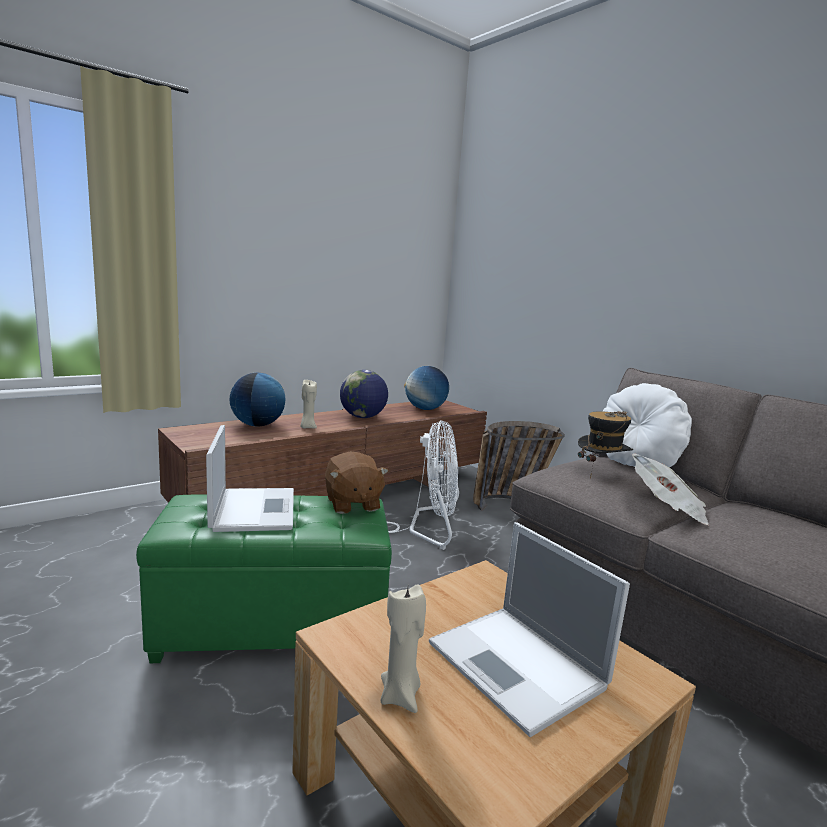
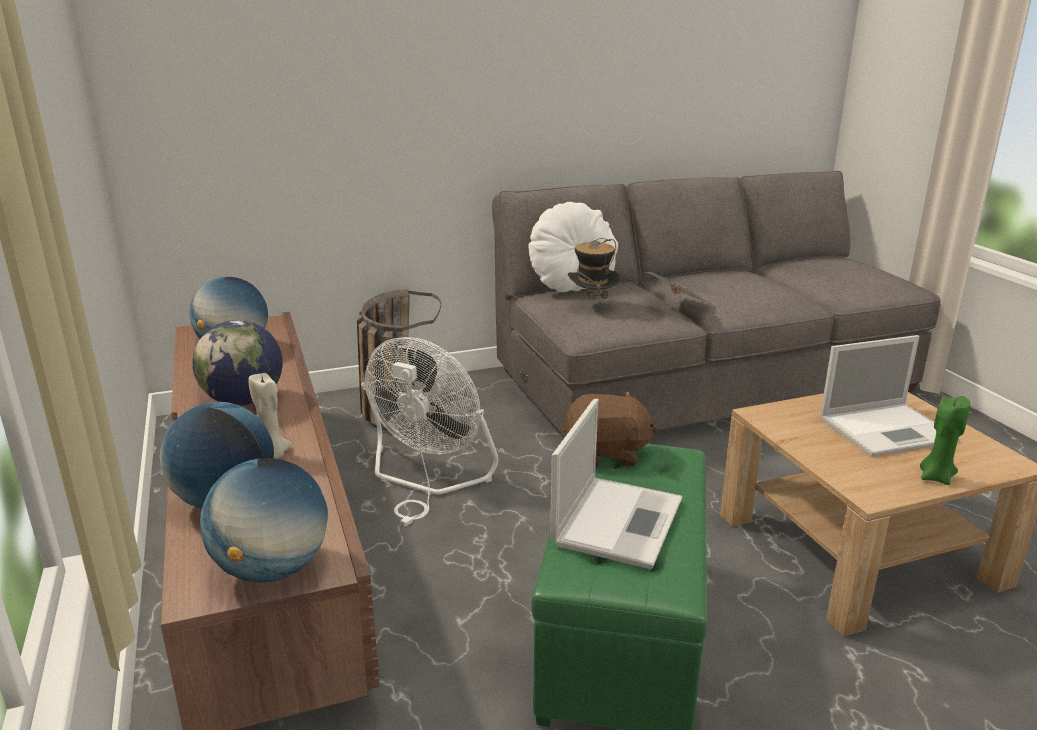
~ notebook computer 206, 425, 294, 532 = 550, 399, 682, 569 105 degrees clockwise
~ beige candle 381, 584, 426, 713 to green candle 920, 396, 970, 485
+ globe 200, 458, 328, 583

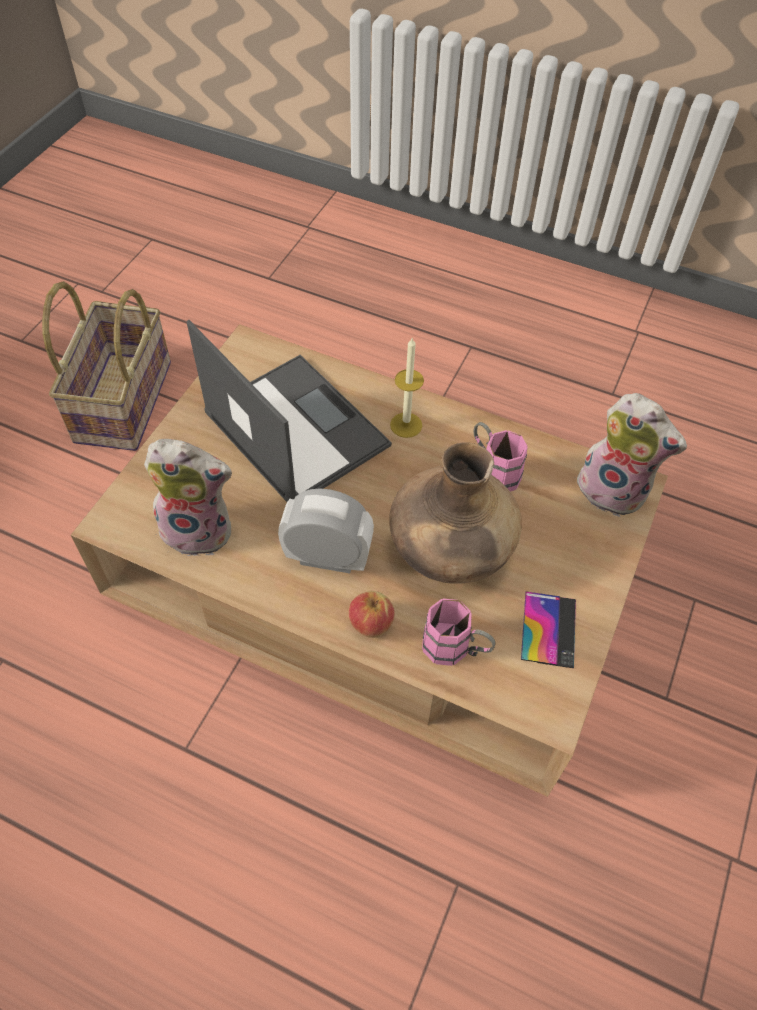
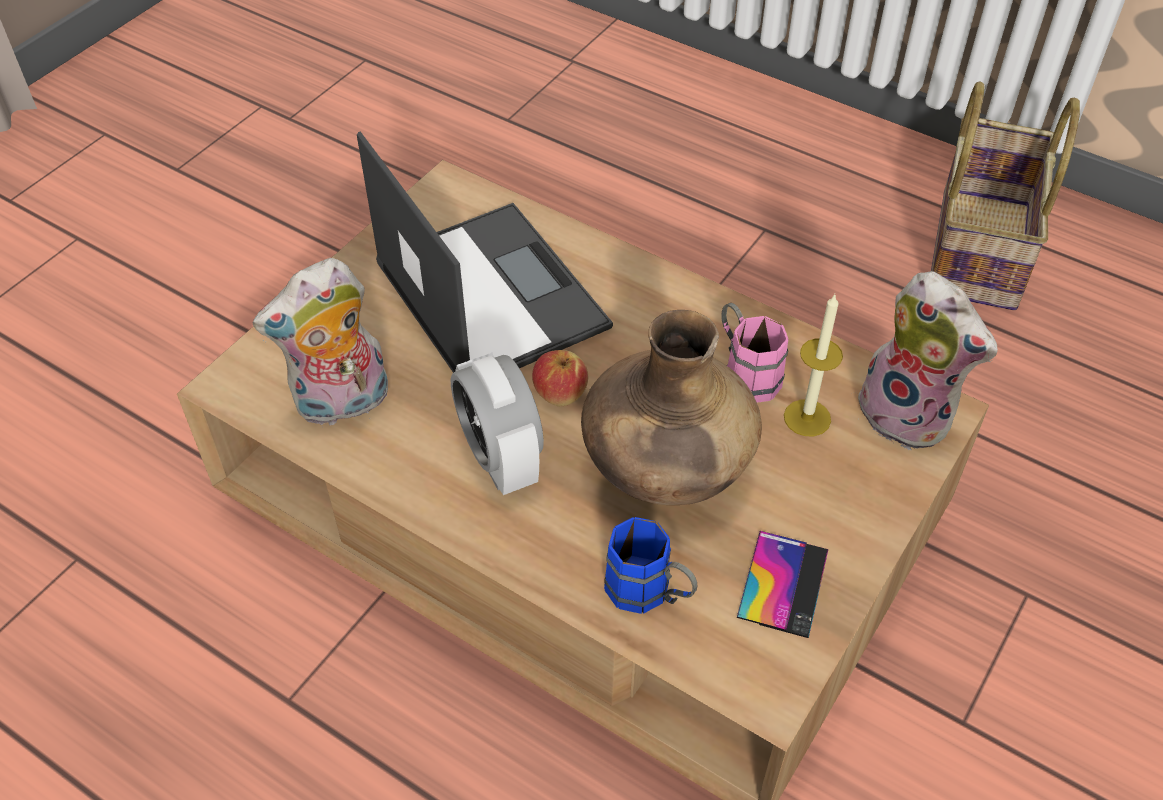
~ basket 42, 281, 171, 451 to 931, 82, 1080, 310
~ candle 390, 338, 424, 438 to 784, 295, 843, 436
~ cuddly toy 144, 439, 232, 556 = 253, 258, 388, 427 135 degrees clockwise
~ table clock 278, 488, 374, 573 = 451, 353, 544, 495 135 degrees counterclockwise
~ apple fruit 348, 591, 395, 638 to 532, 350, 588, 406
~ pink-coloured coffee mug 422, 598, 496, 666 to blue-coloured coffee mug 604, 517, 697, 614

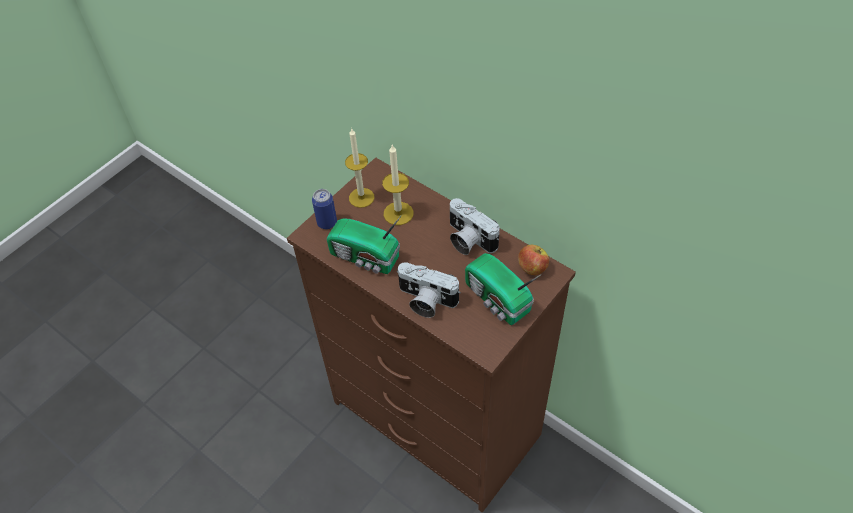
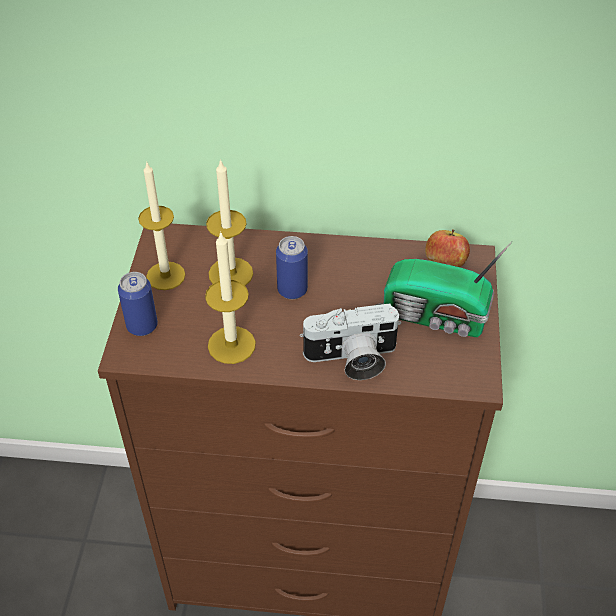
- photo camera 450, 198, 500, 255
~ radio receiver 327, 215, 402, 274 to candle 205, 231, 256, 364
+ sealed can 276, 236, 308, 299

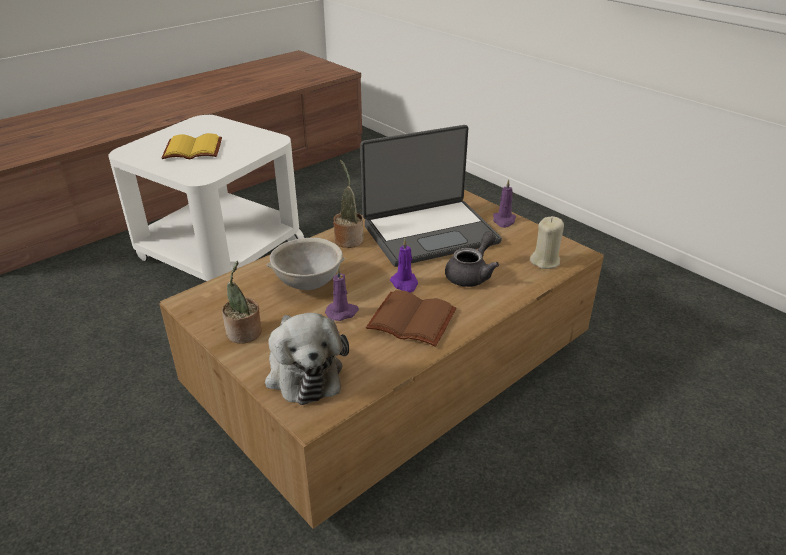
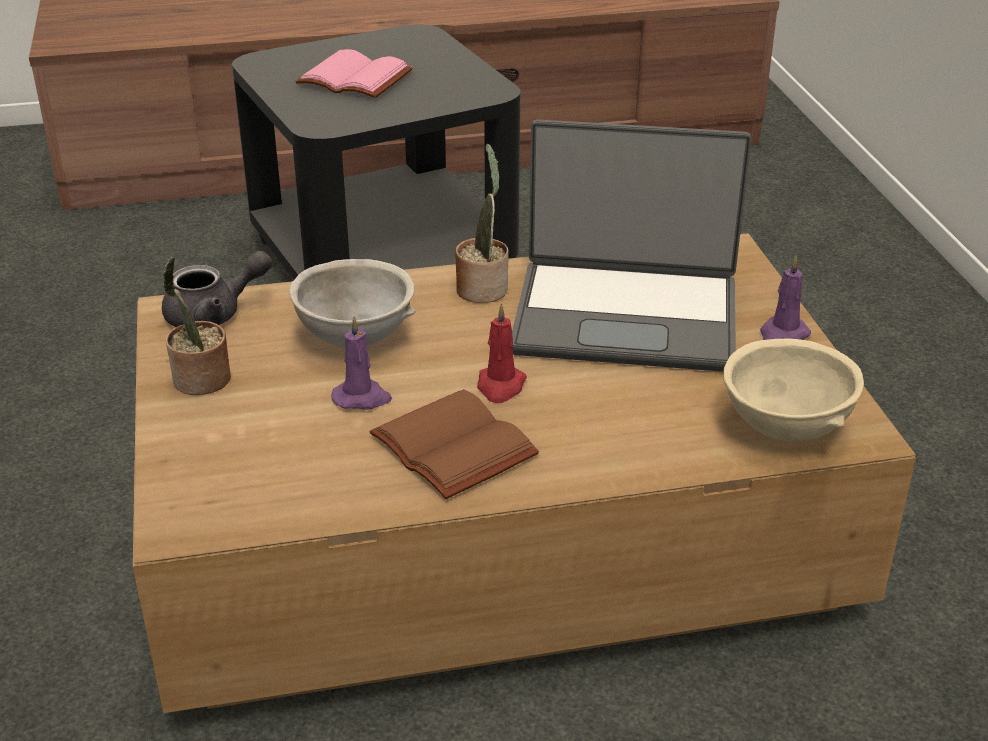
~ whitish side table 109, 115, 304, 281 to black side table 232, 25, 521, 280
~ yellowish bound book 162, 133, 222, 159 to pink-coloured bound book 295, 49, 412, 98
~ beige candle 530, 216, 564, 269 to beige serving bowl 724, 338, 864, 442
~ greyish tea pot 445, 231, 499, 287 to 162, 251, 272, 327
~ purplish candle 390, 239, 418, 293 to red-coloured candle 477, 303, 527, 403
- cuddly toy 265, 313, 349, 405

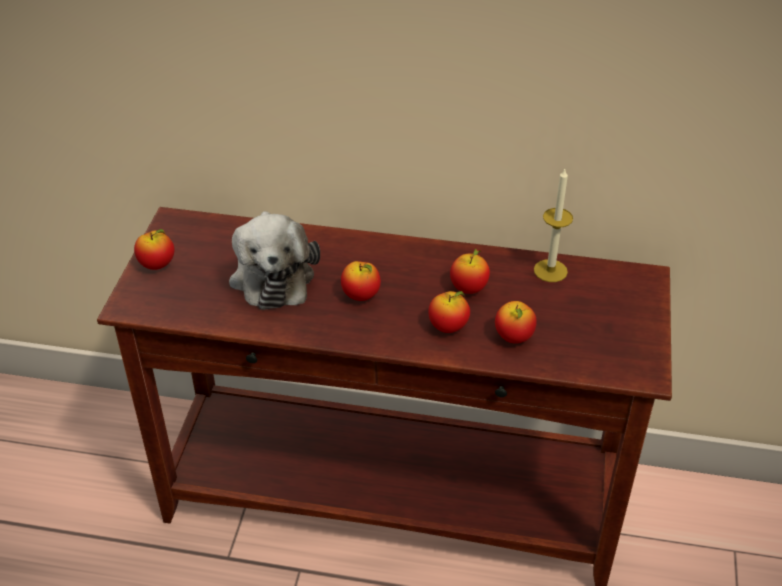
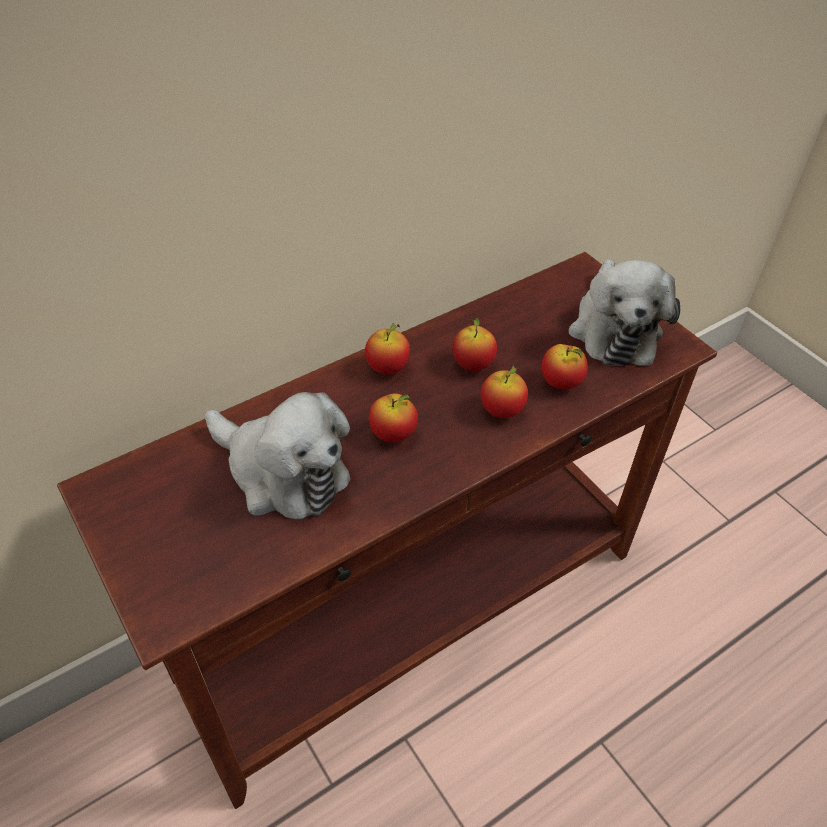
- candle 534, 169, 573, 282
~ apple fruit 134, 229, 175, 270 to 365, 323, 410, 375
+ cuddly toy 568, 259, 680, 366

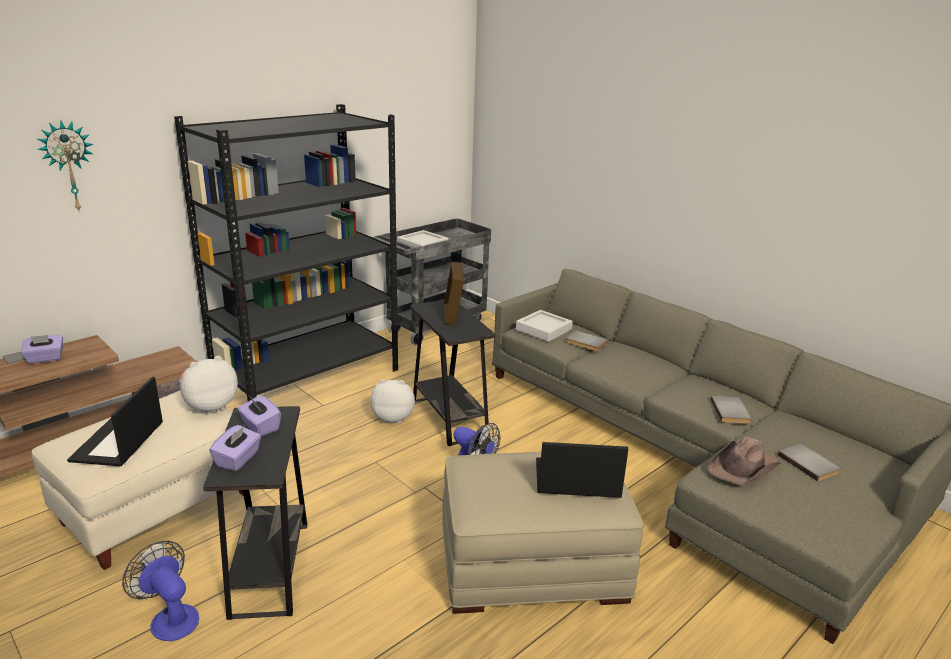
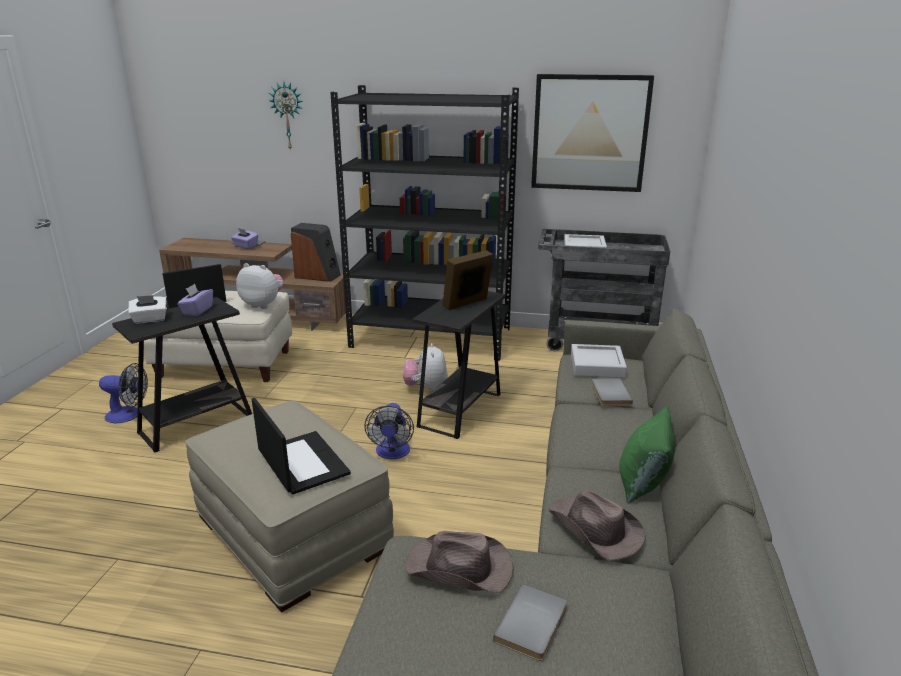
~ cuddly toy 370, 380, 415, 423 = 403, 343, 448, 392 150 degrees counterclockwise
~ greyish bound book 711, 396, 752, 424 to brownish clothing hat 549, 489, 646, 561
~ purplish tissue box 209, 425, 261, 471 to whitish tissue box 128, 295, 167, 324
~ fan 122, 541, 199, 641 = 99, 363, 148, 423 90 degrees clockwise
+ wall picture 531, 74, 654, 192
+ audio speaker 291, 223, 341, 282
+ green throw pillow 619, 405, 675, 503

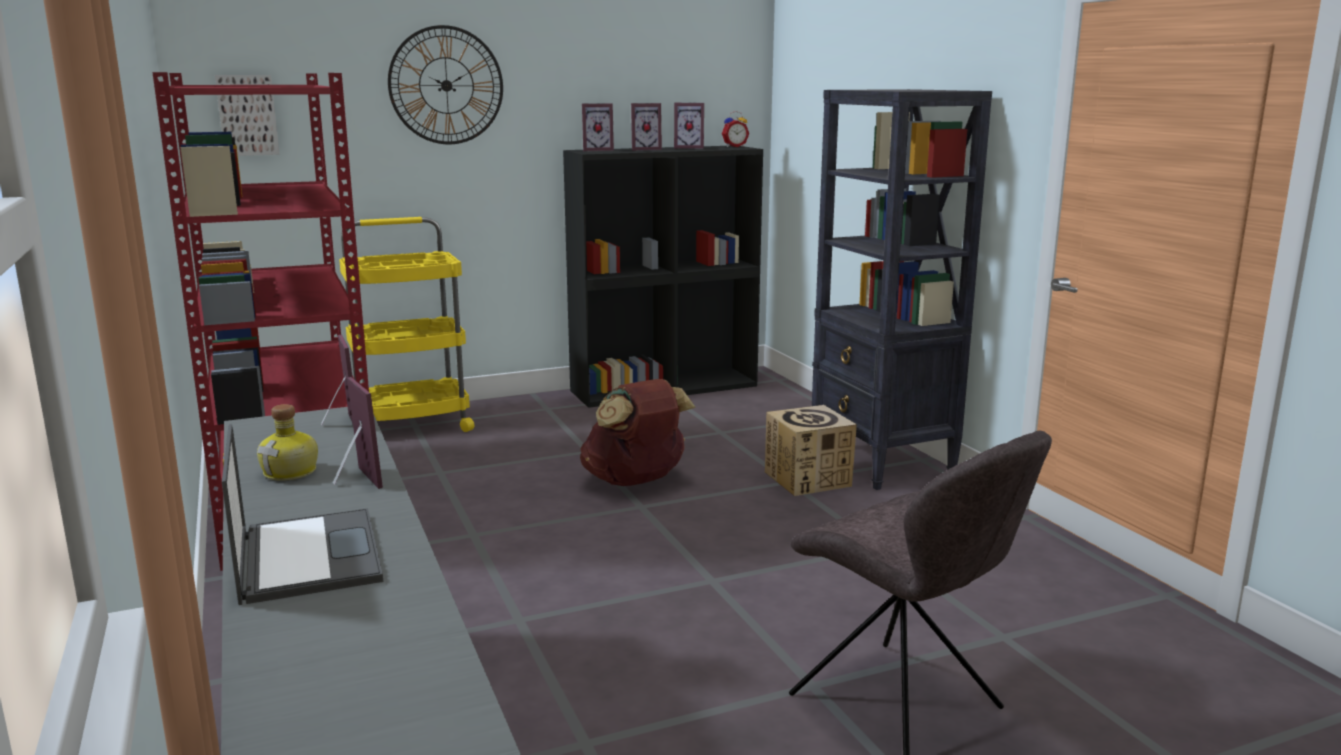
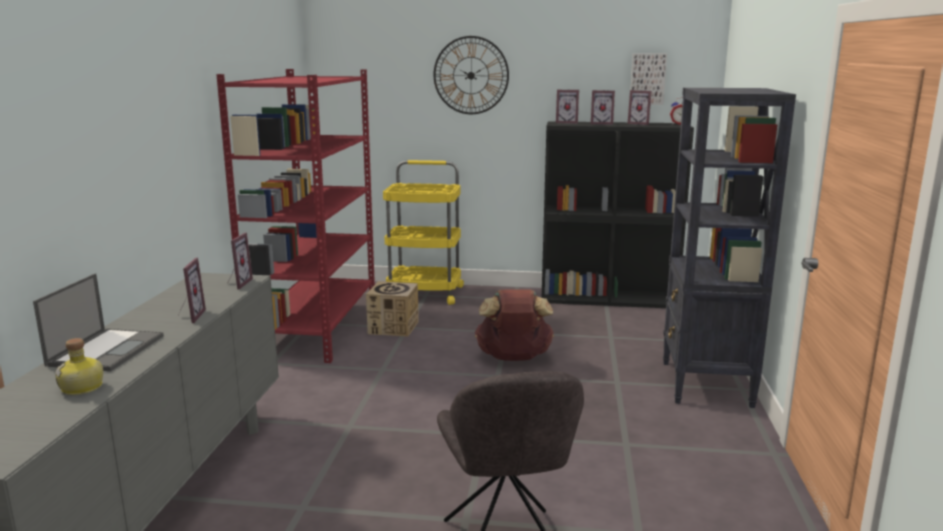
~ wall picture 215, 75, 280, 156 to 631, 53, 667, 105
~ drink bottle 257, 404, 318, 481 to 55, 338, 103, 395
~ cardboard box 765, 405, 857, 496 to 366, 281, 419, 337

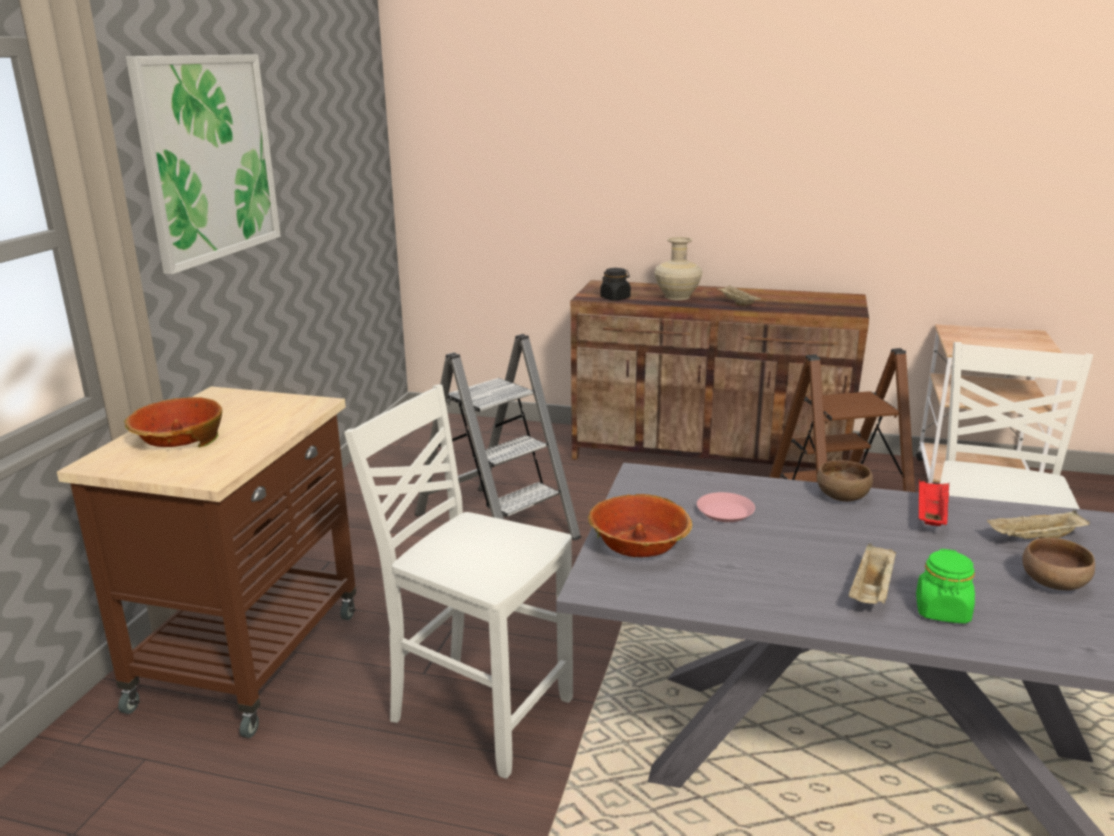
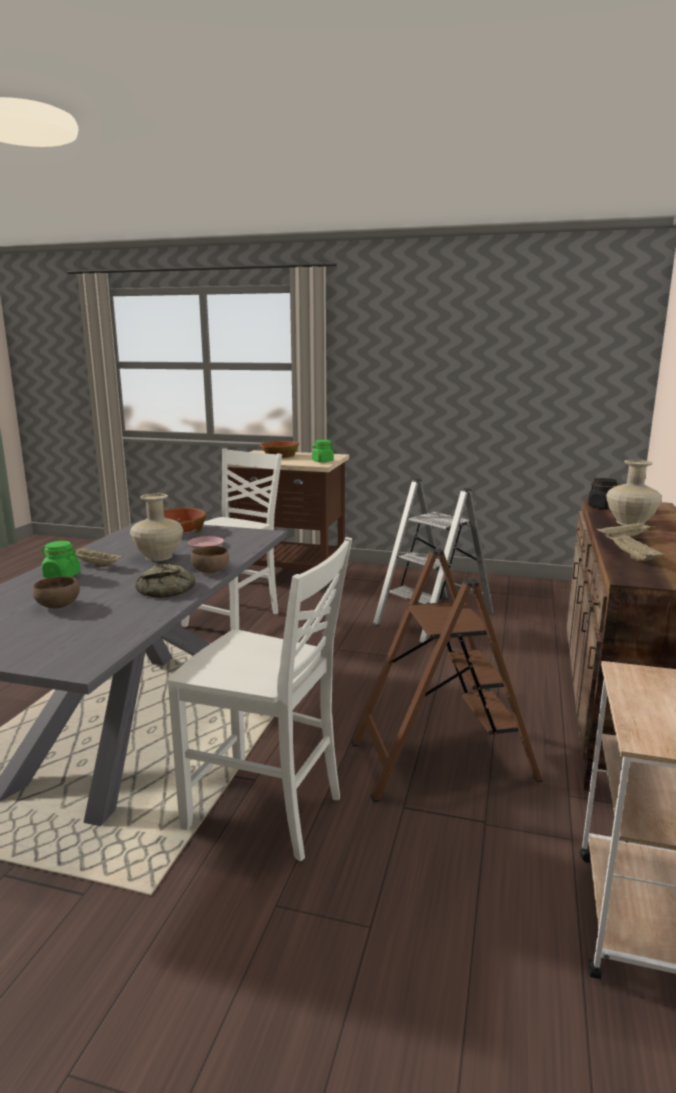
- wall picture 126, 54, 281, 274
~ red-coloured tray 919, 479, 949, 526 to bread 135, 564, 195, 598
~ beige tray 987, 510, 1090, 539 to 607, 534, 665, 561
+ green preserve jar 312, 440, 334, 463
+ beige vase 130, 493, 183, 561

